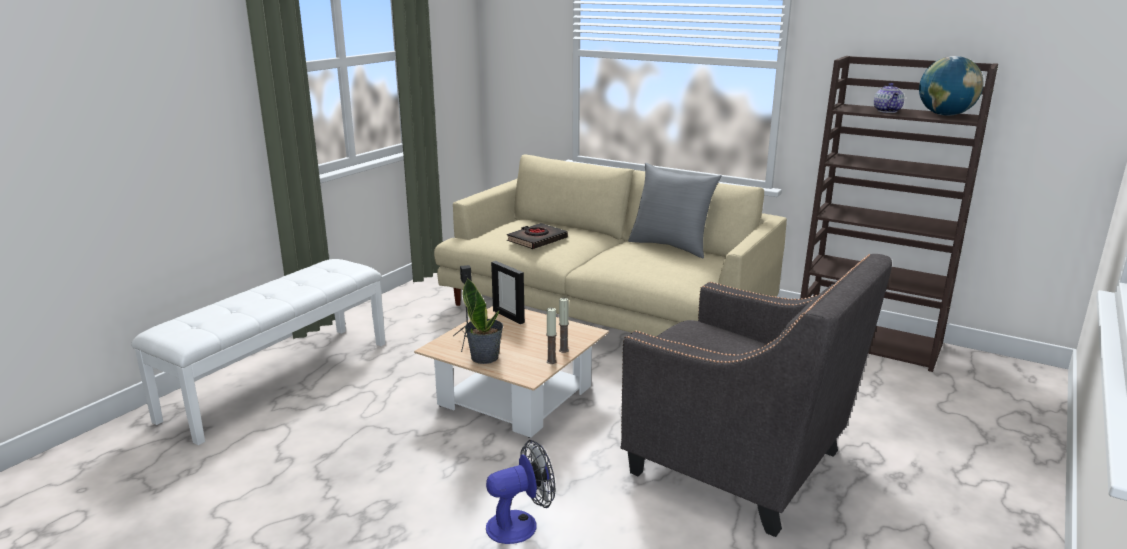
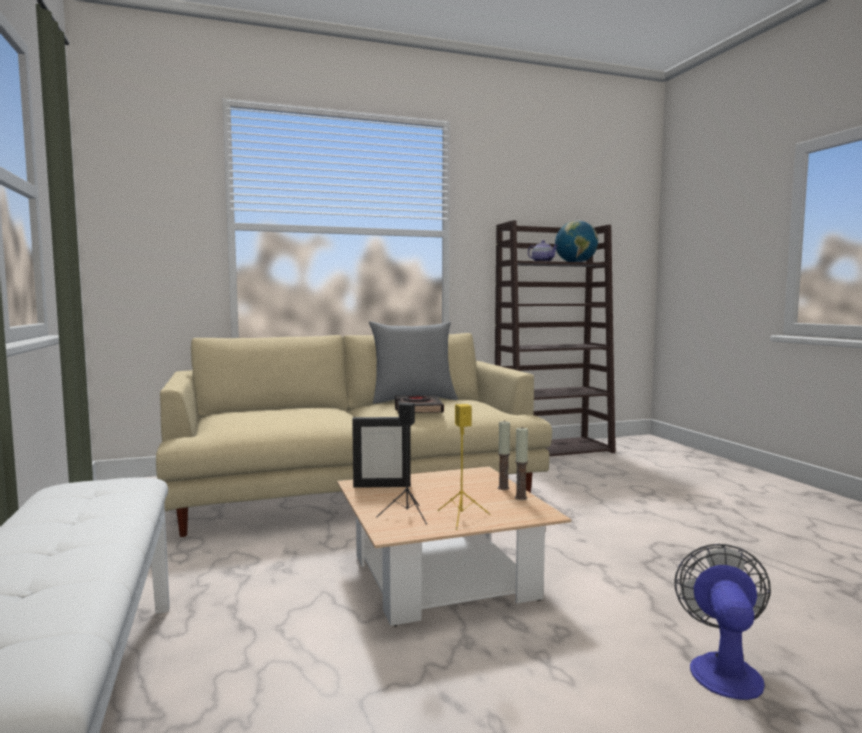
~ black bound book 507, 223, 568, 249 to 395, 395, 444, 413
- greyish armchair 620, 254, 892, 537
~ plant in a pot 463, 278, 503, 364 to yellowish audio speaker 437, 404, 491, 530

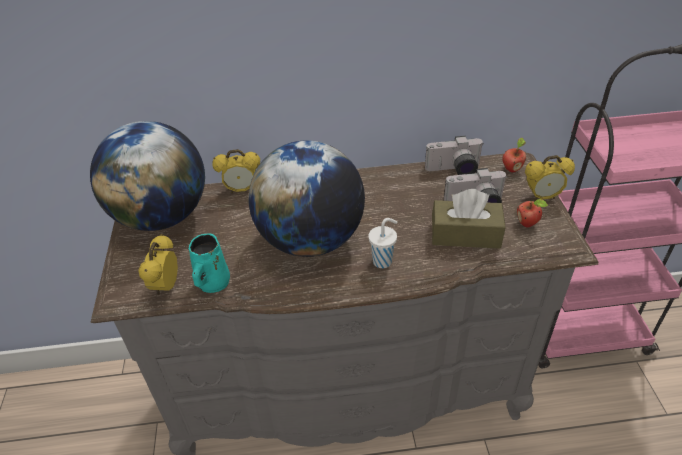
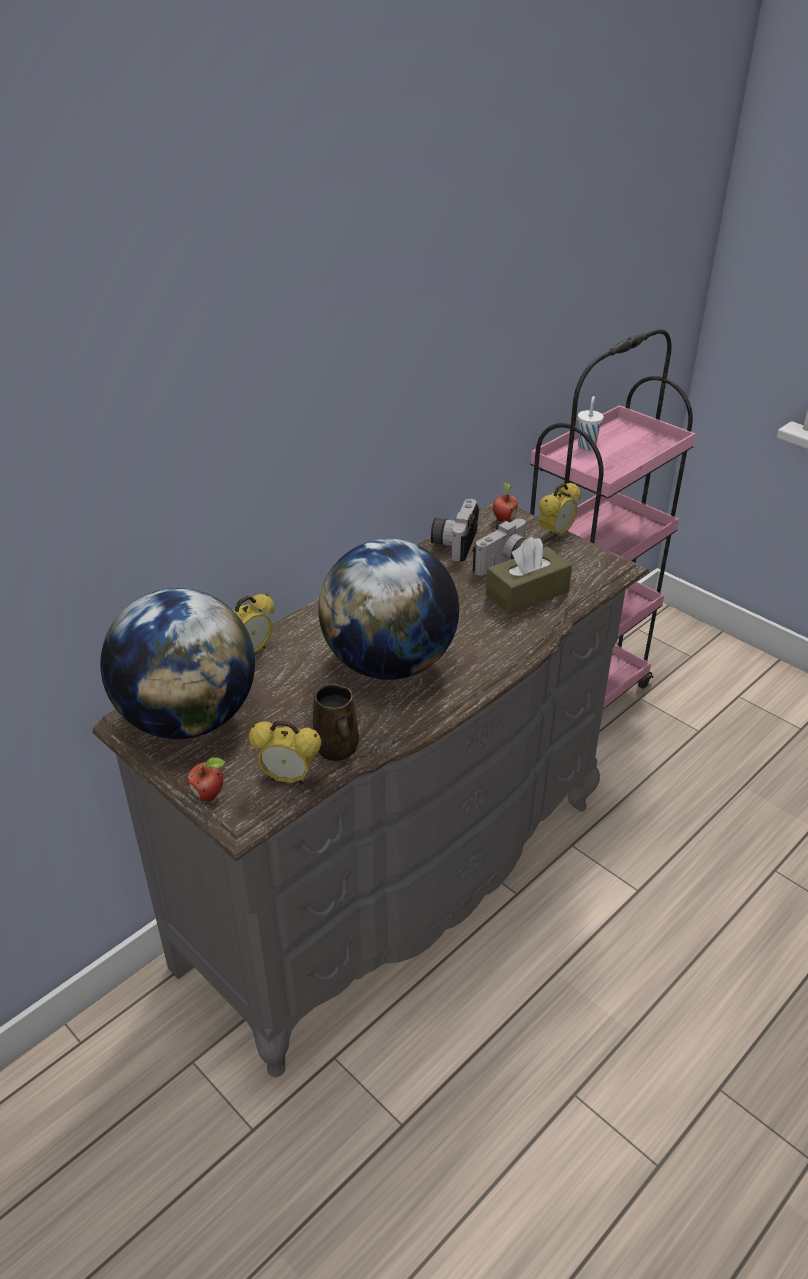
~ photo camera 425, 136, 484, 175 = 431, 499, 479, 561 150 degrees clockwise
~ apple fruit 517, 199, 548, 227 to 187, 757, 225, 801
~ whitish cup 368, 218, 398, 268 to 578, 396, 604, 450
~ turquoise-coloured coffee mug 189, 233, 230, 293 to brownish coffee mug 313, 684, 359, 761
~ table clock 138, 234, 178, 296 = 249, 721, 322, 785 45 degrees counterclockwise

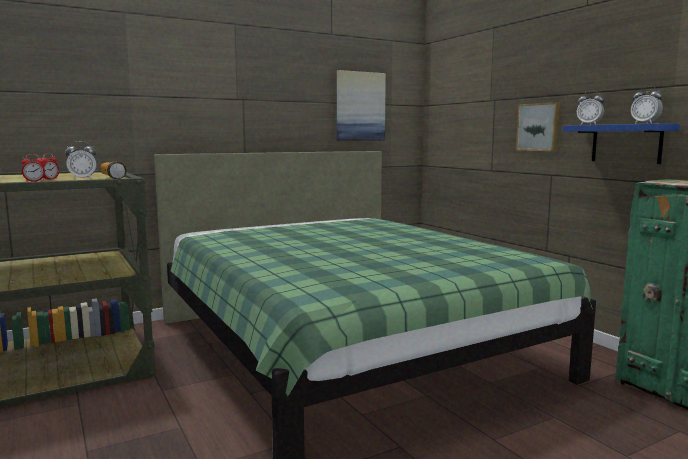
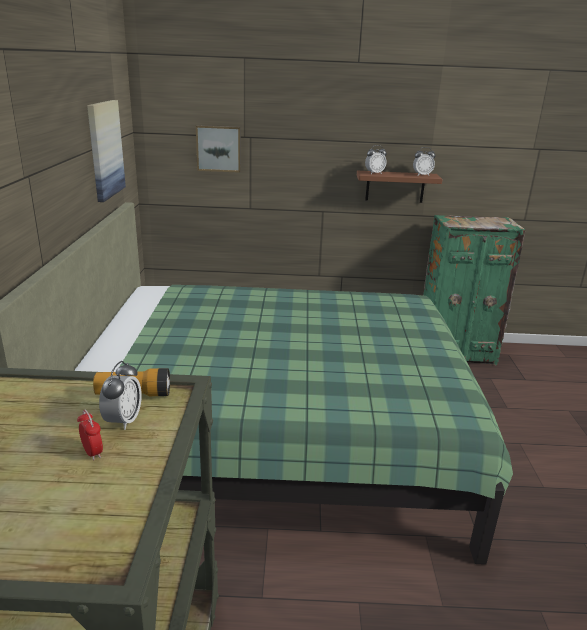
~ wall picture 516, 102, 560, 151 to 196, 125, 241, 173
~ blue-coloured shelf 563, 123, 680, 164 to brownish shelf 357, 171, 442, 203
- table clock 21, 154, 45, 182

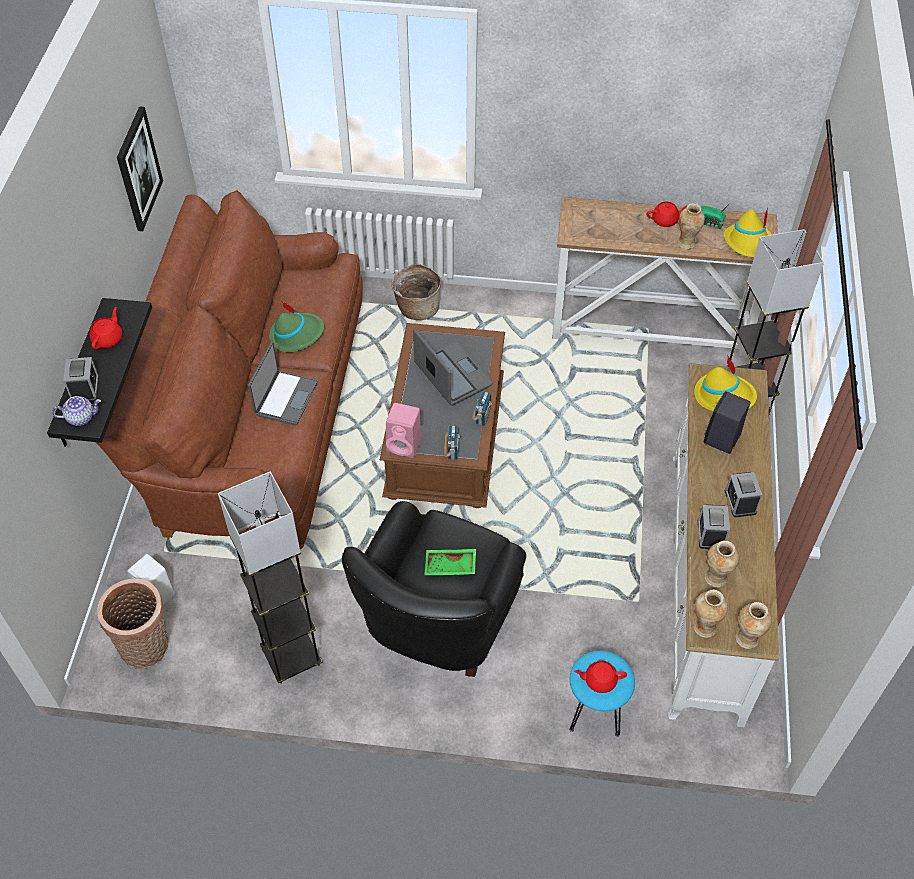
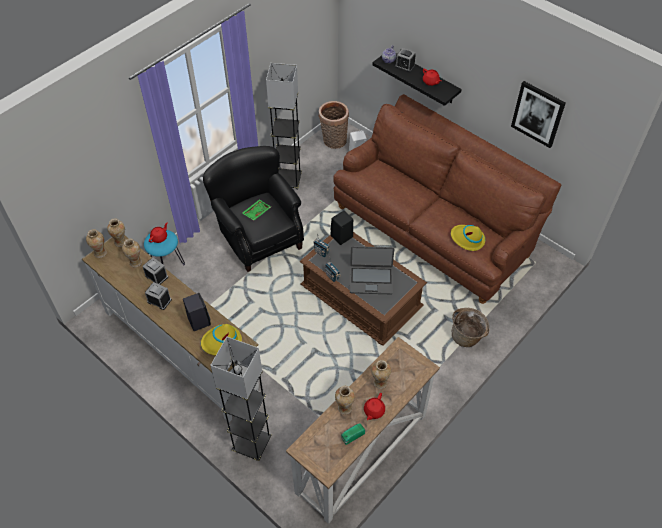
~ yellowish clothing hat 724, 207, 772, 257 to 451, 225, 485, 251
- green clothing hat 269, 300, 324, 353
- notebook computer 248, 342, 318, 426
~ pink-coloured audio speaker 386, 403, 422, 458 to black audio speaker 331, 211, 353, 245
+ vase 372, 360, 391, 389

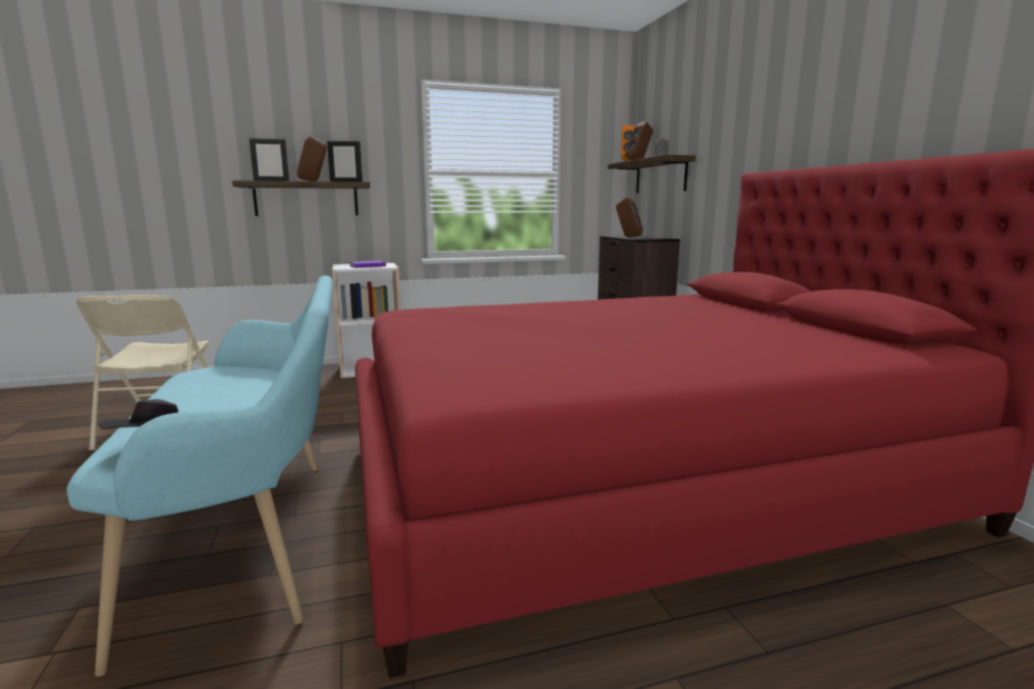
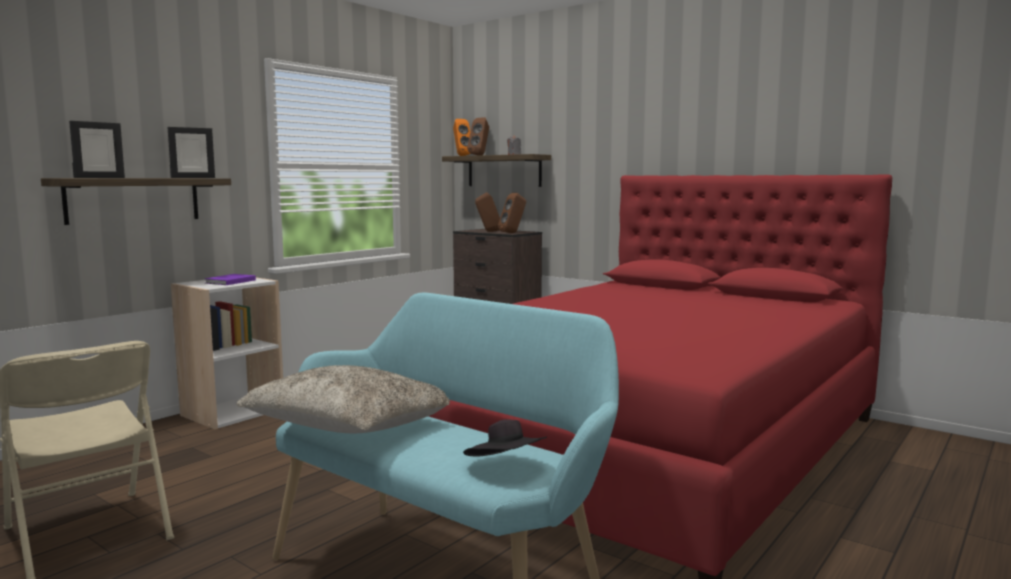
~ brownish audio speaker 297, 137, 327, 181 to 498, 193, 526, 233
+ beige throw pillow 236, 365, 450, 433

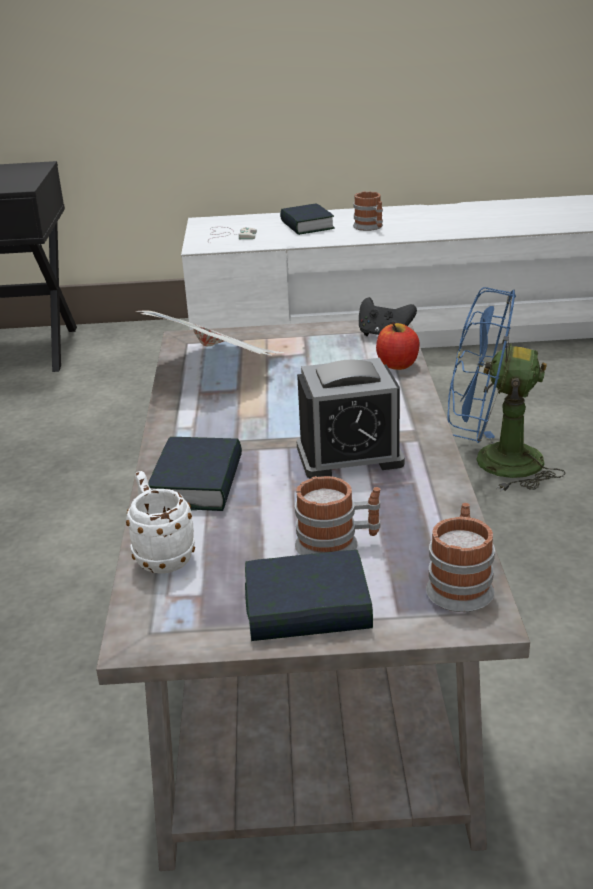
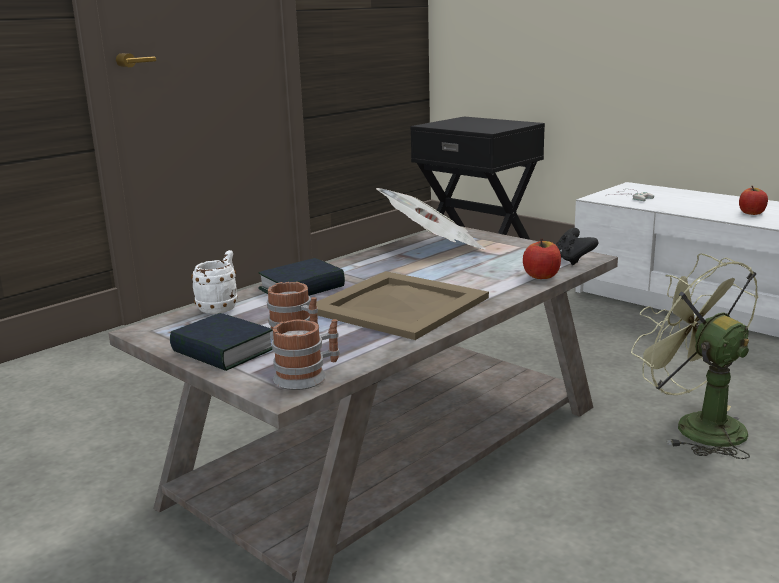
~ coffee mug 353, 191, 383, 231 to apple fruit 739, 186, 768, 215
- bound book 280, 203, 335, 235
~ blue-coloured fan 447, 287, 565, 492 to green fan 631, 253, 758, 459
~ table clock 297, 358, 405, 479 to beige tray 316, 271, 489, 340

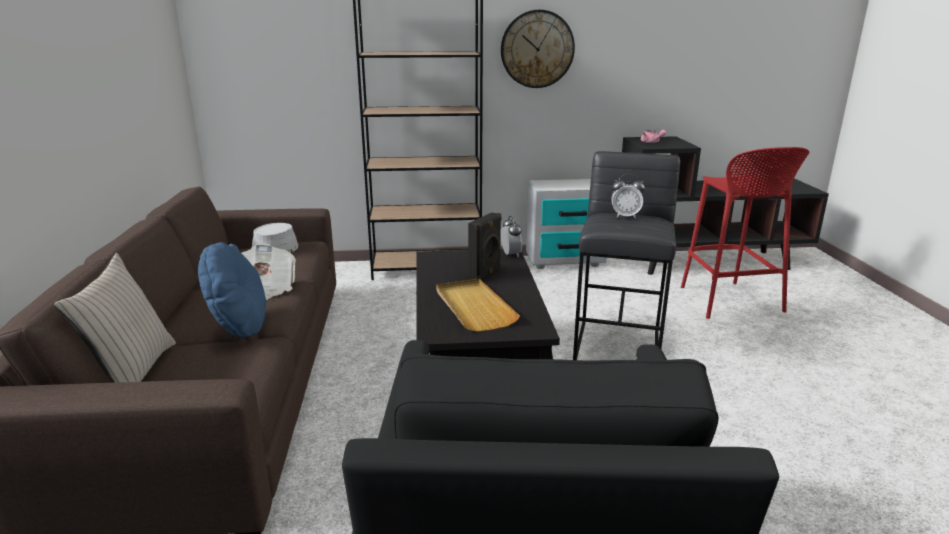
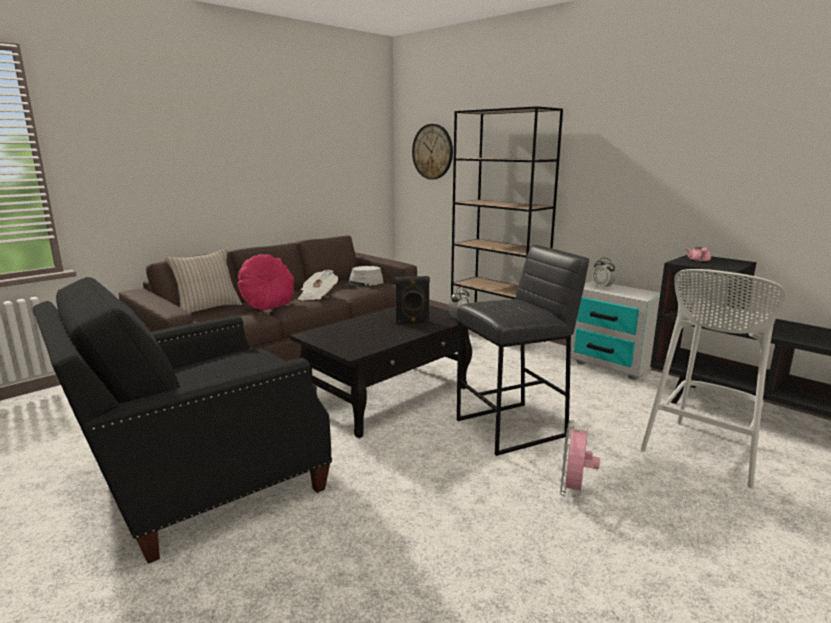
~ clock on the wall 501, 10, 575, 88 to 412, 124, 453, 180
~ red-coloured stool seat 681, 147, 809, 319 to whitish stool seat 640, 269, 786, 489
~ table clock 611, 175, 645, 218 to 592, 258, 616, 289
~ blue-coloured throw pillow 198, 242, 266, 338 to pink-coloured throw pillow 237, 254, 294, 311
- beige tray 436, 279, 520, 332
+ pink-coloured fan 560, 420, 600, 496

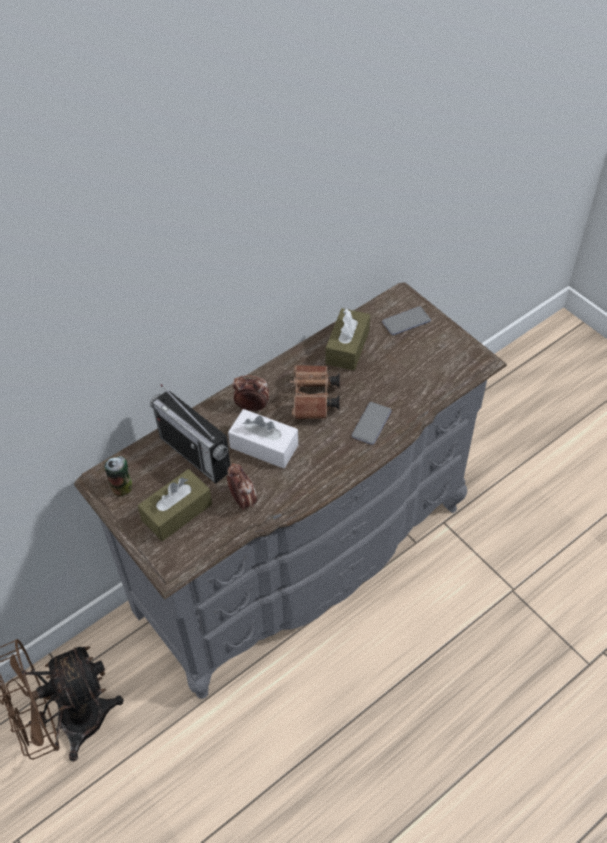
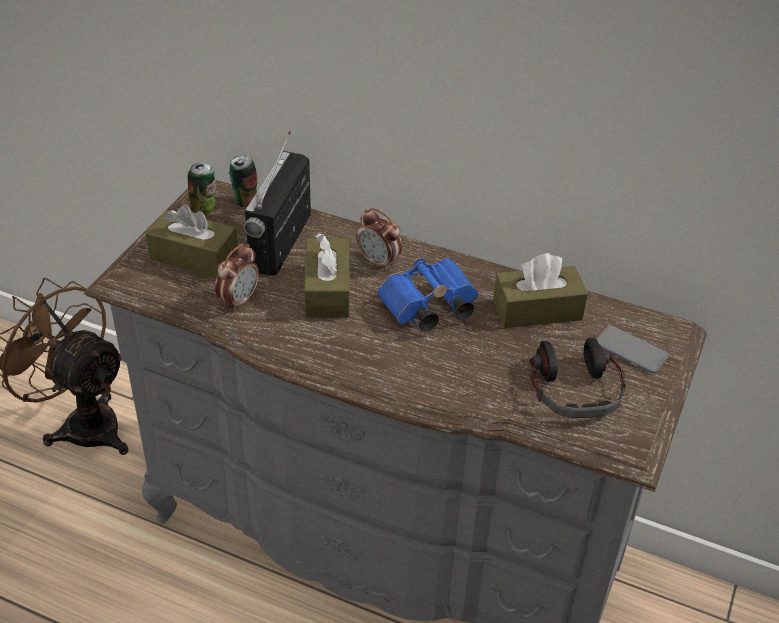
~ brownish field glasses 290, 365, 340, 419 to blue-coloured field glasses 377, 258, 478, 331
~ table clock 232, 375, 269, 411 = 356, 208, 402, 271 150 degrees clockwise
- telephone 352, 402, 392, 445
~ whitish tissue box 228, 409, 298, 468 to brownish tissue box 304, 233, 350, 318
+ sealed can 229, 155, 257, 207
+ pair of headphones 529, 338, 626, 418

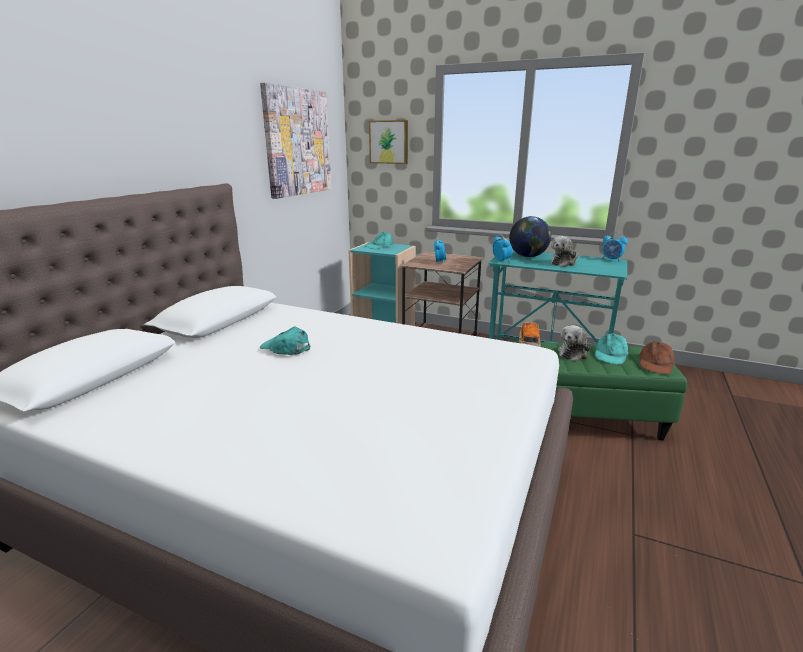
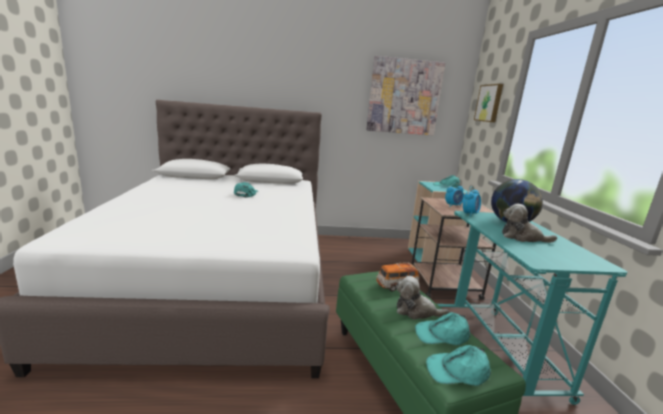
- table clock 602, 232, 628, 262
~ brownish peaked cap 639, 341, 675, 375 to turquoise-coloured peaked cap 426, 345, 491, 386

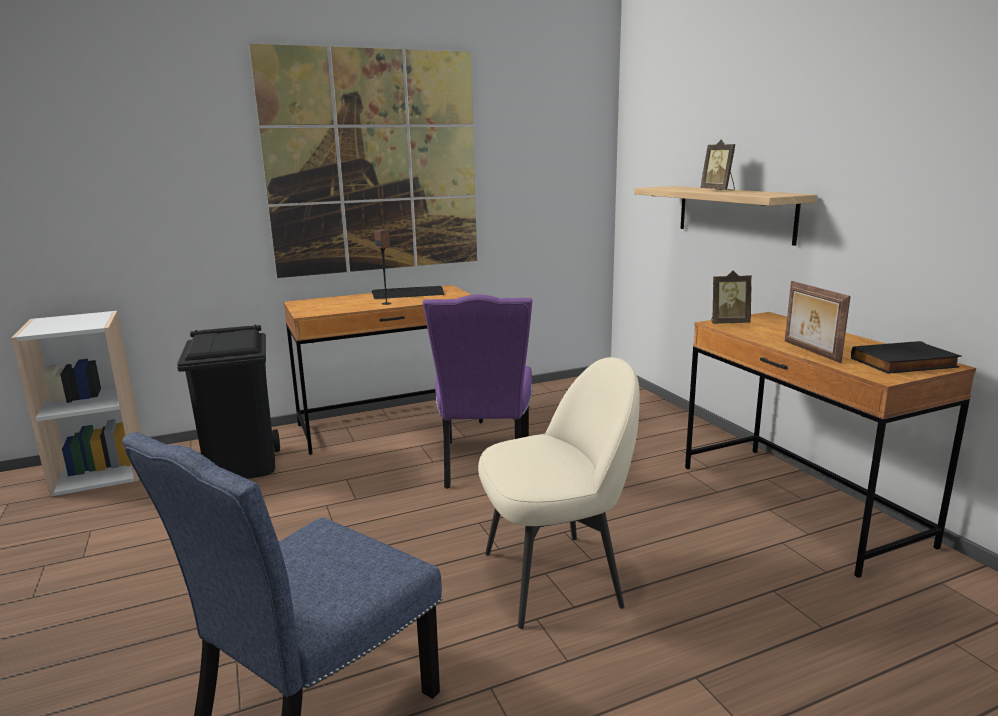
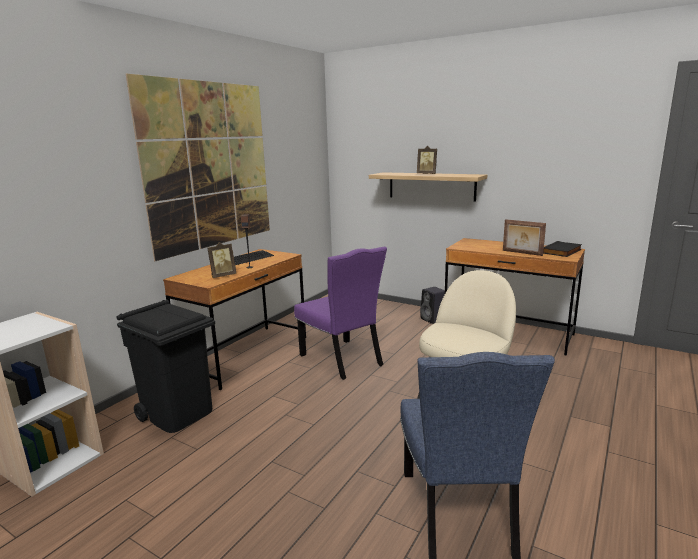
~ picture frame 711, 271, 752, 324 to 208, 242, 236, 278
+ black audio speaker 420, 287, 445, 324

